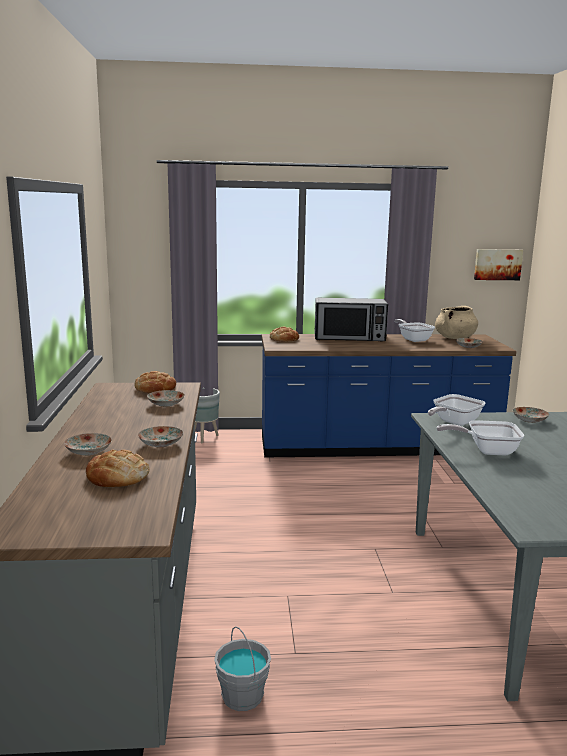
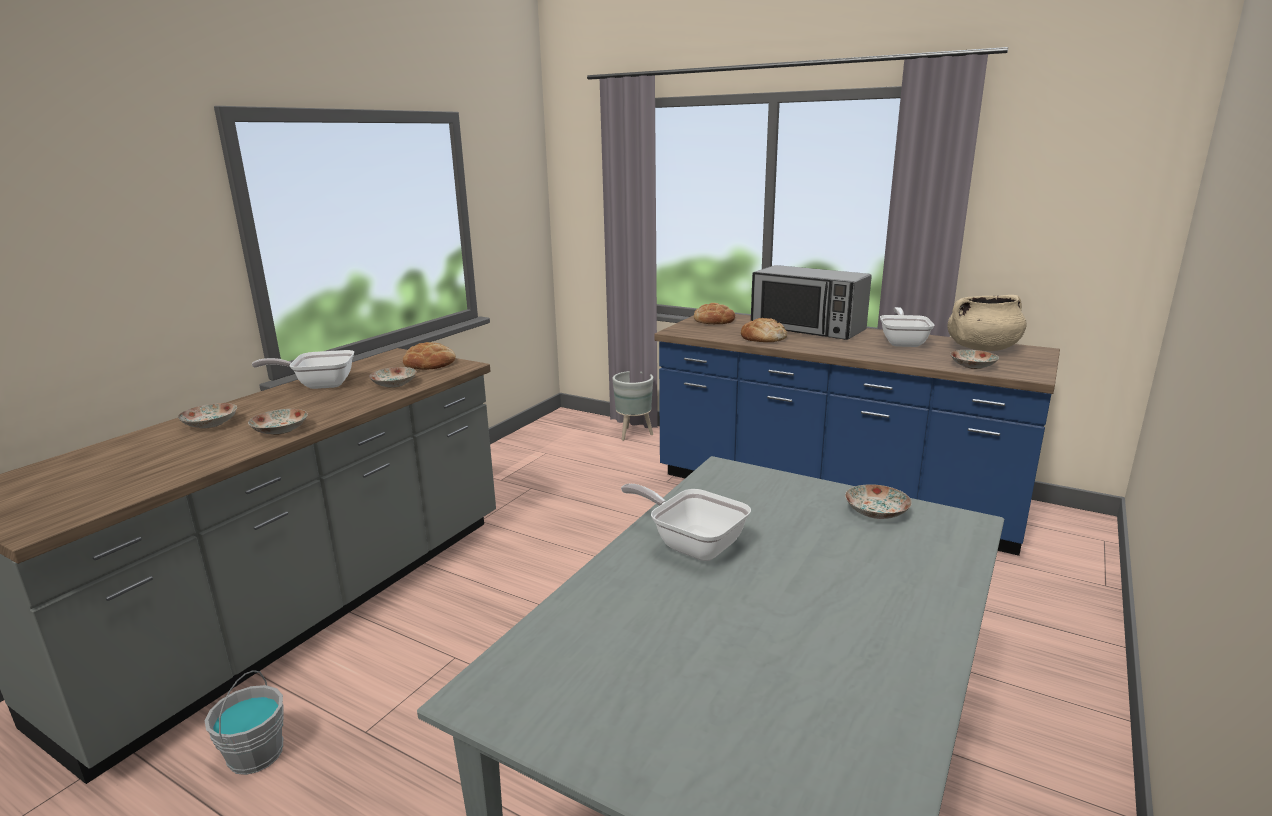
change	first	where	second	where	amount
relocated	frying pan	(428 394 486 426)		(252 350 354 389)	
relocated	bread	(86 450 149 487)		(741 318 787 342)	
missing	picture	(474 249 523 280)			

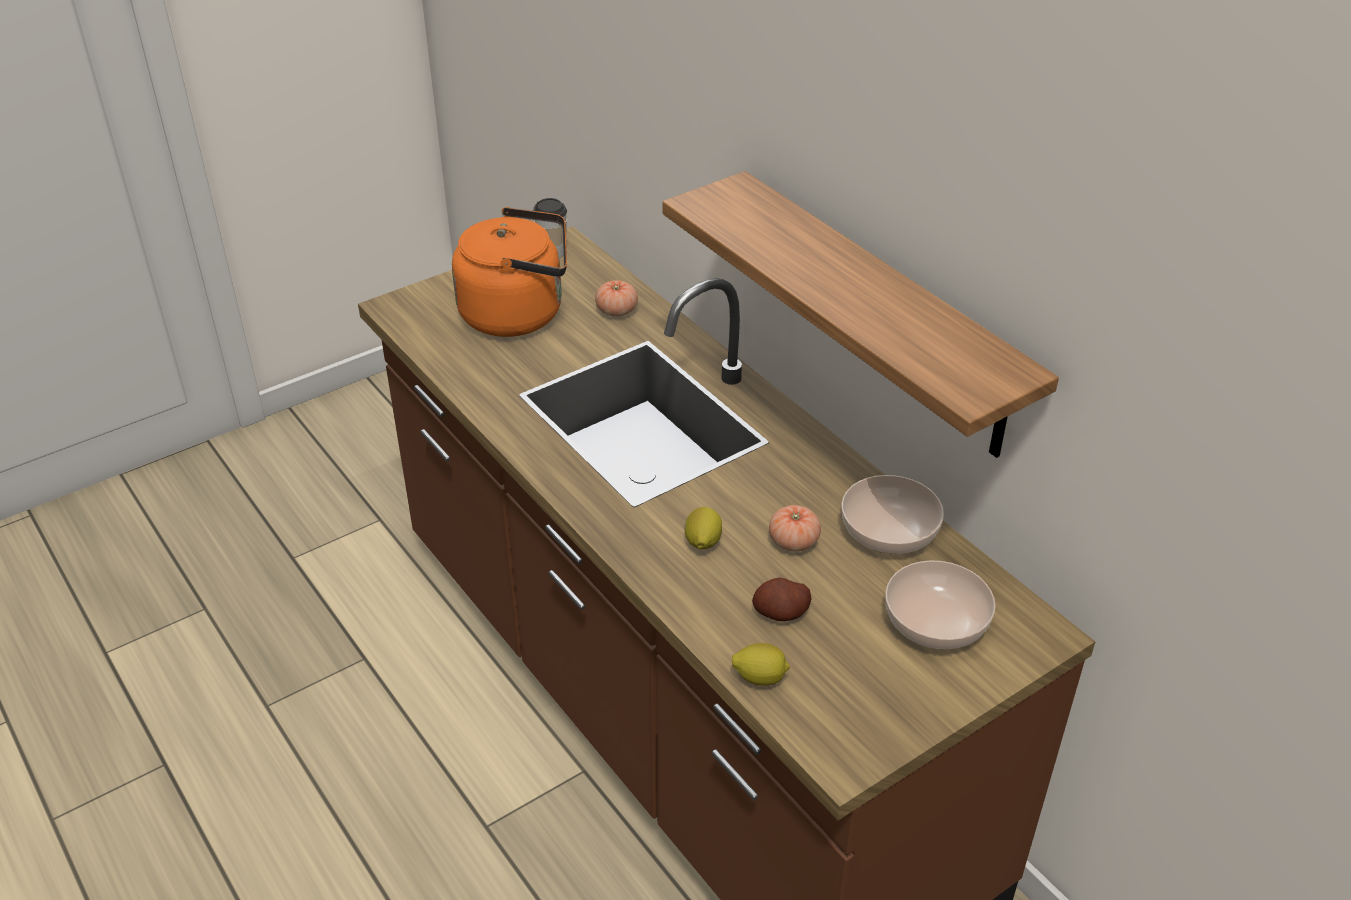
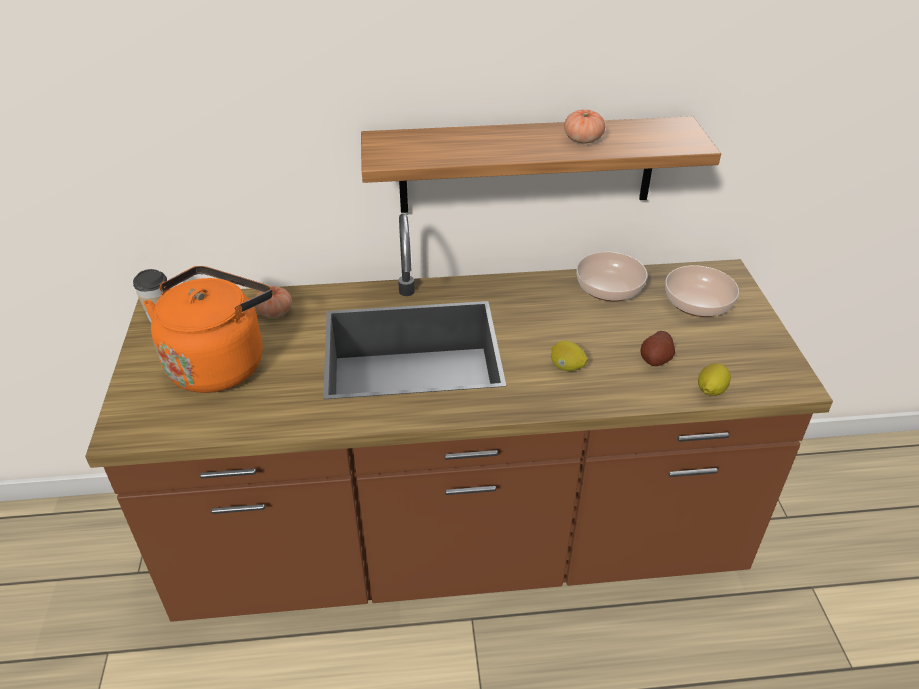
change	first	where	second	where	amount
relocated	tomato	(769 505 821 552)		(564 110 605 143)	

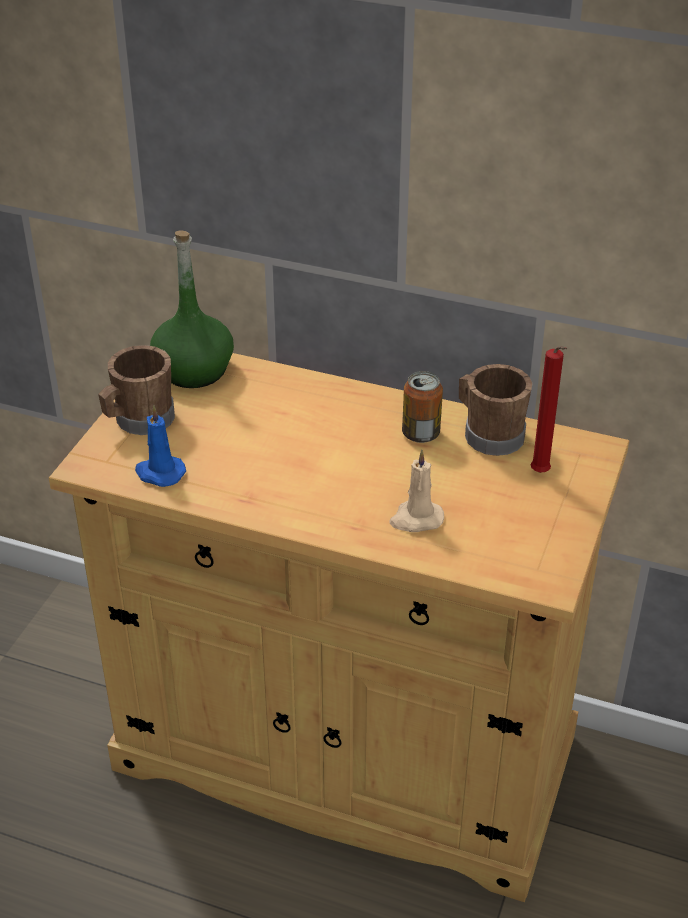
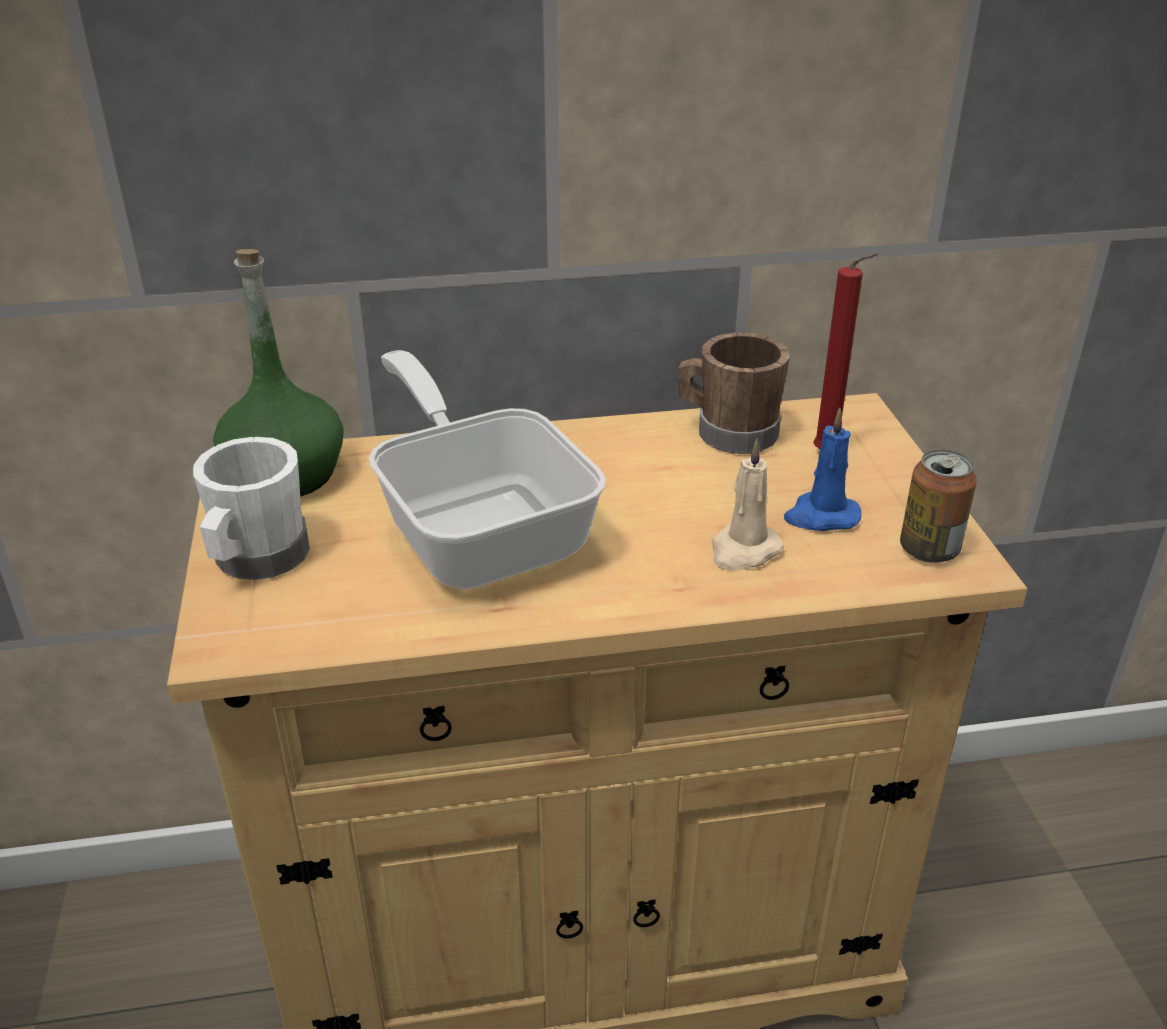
change	first	where	second	where	amount
colour	brown mug	(98 345 175 435)	white mug	(193 437 310 580)	
appeared			frying pan	(368 350 606 589)	
relocated	blue candle	(135 405 186 487)		(784 407 861 531)	
relocated	can	(402 371 443 443)		(900 449 977 563)	

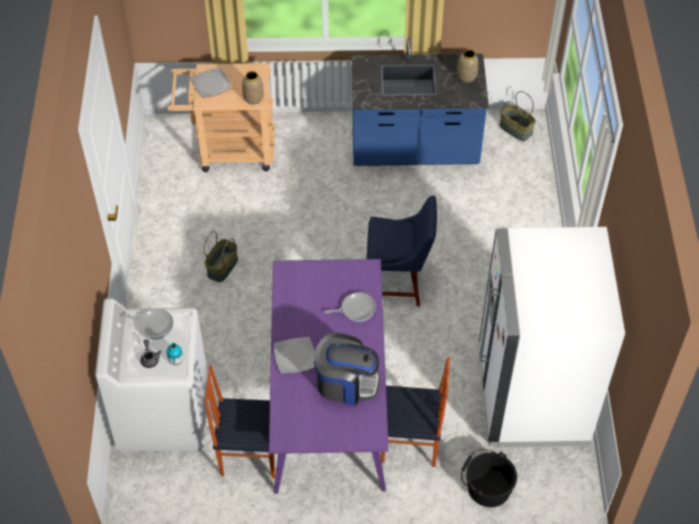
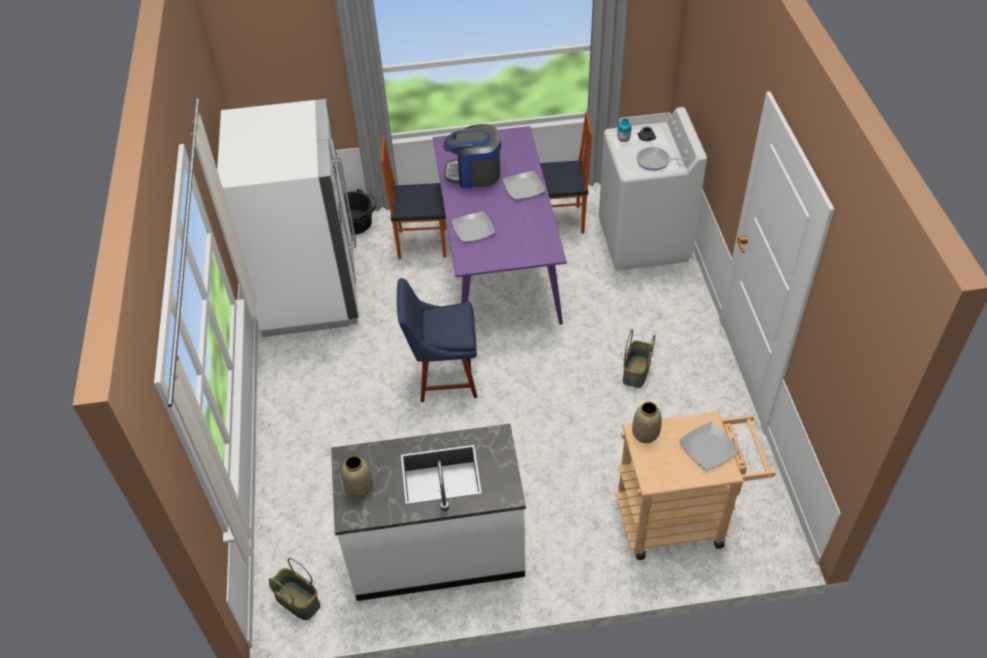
change	first	where	second	where	amount
colour	blue counter	(352 38 489 166)	white counter	(331 424 526 601)	
exchanged	frying pan	(325 292 376 322)	plate	(452 211 496 242)	

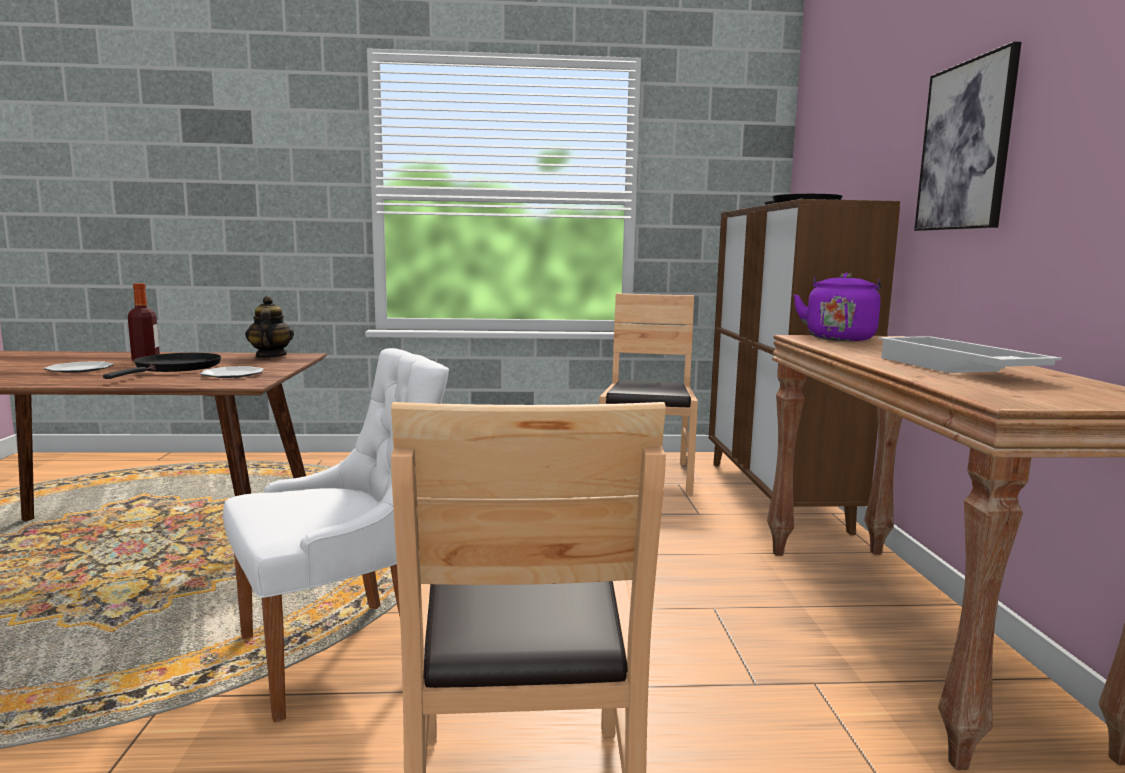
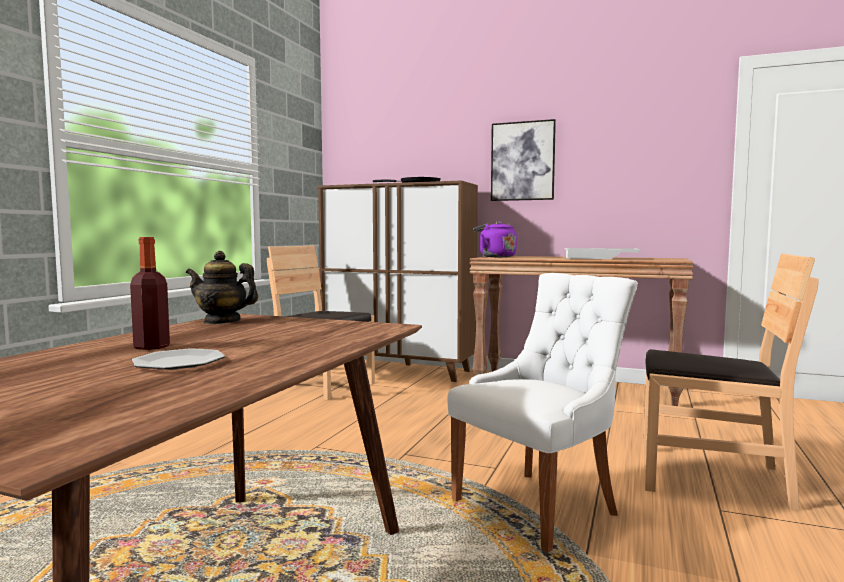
change	first	where	second	where	amount
spun	white chair	(223 348 449 722)		(447 273 638 553)	60 degrees clockwise
missing	black frying pan	(103 353 221 379)			
missing	plate	(200 366 264 378)			

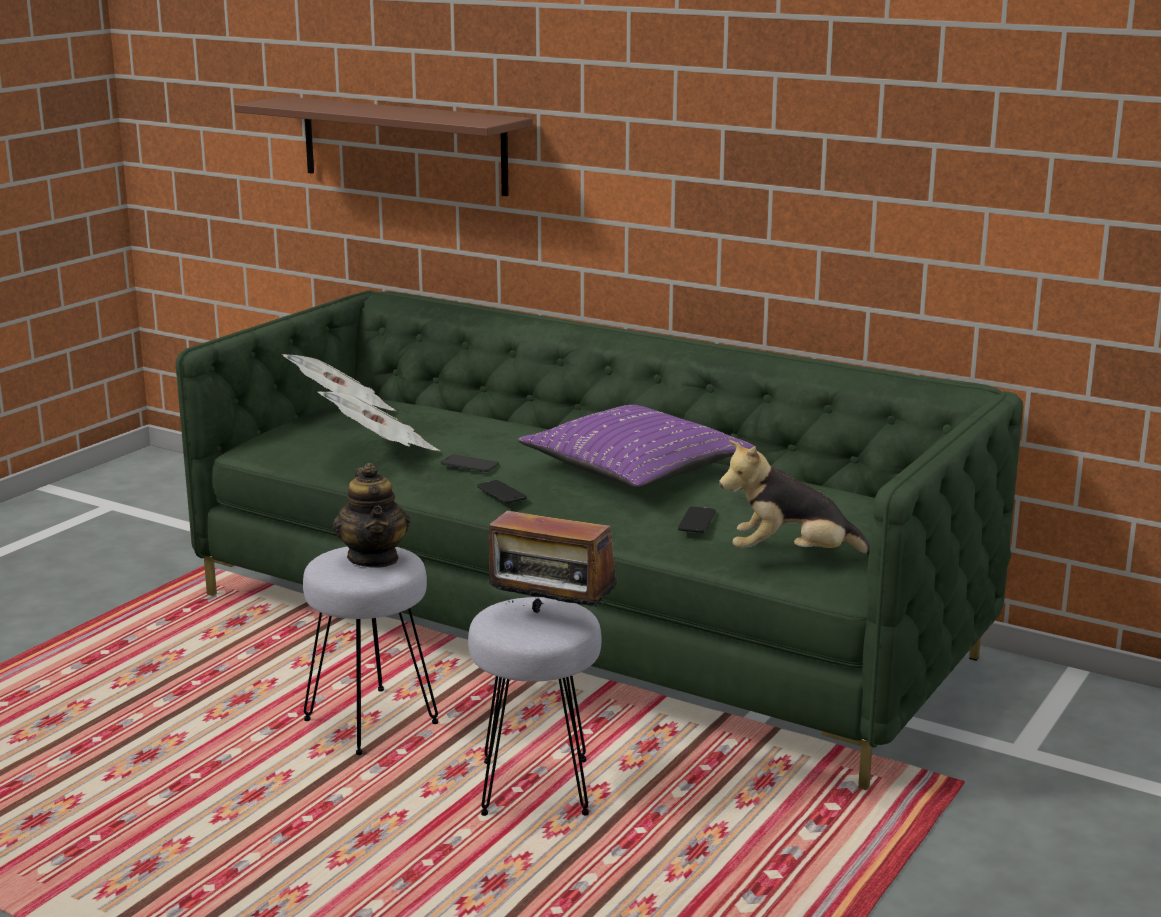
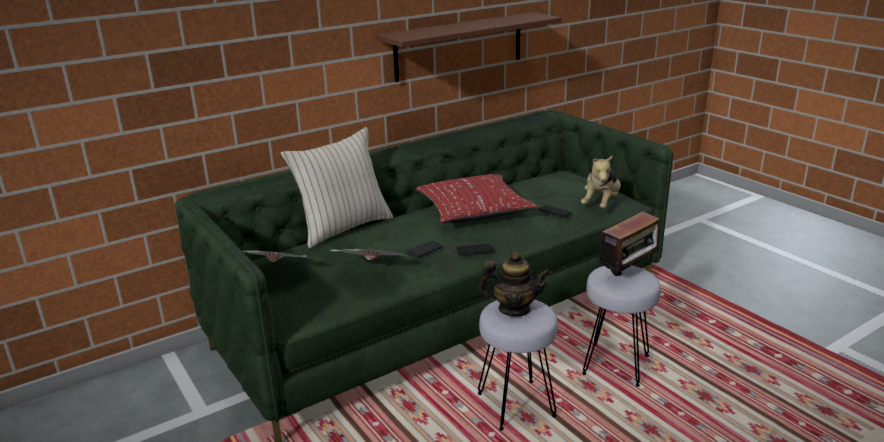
change	first	where	second	where	amount
appeared			beige pillow	(281 127 393 249)	
relocated	brown shelf	(235 96 532 196)		(376 12 562 82)	
colour	purple pillow	(518 405 754 488)	red pillow	(415 174 538 223)	

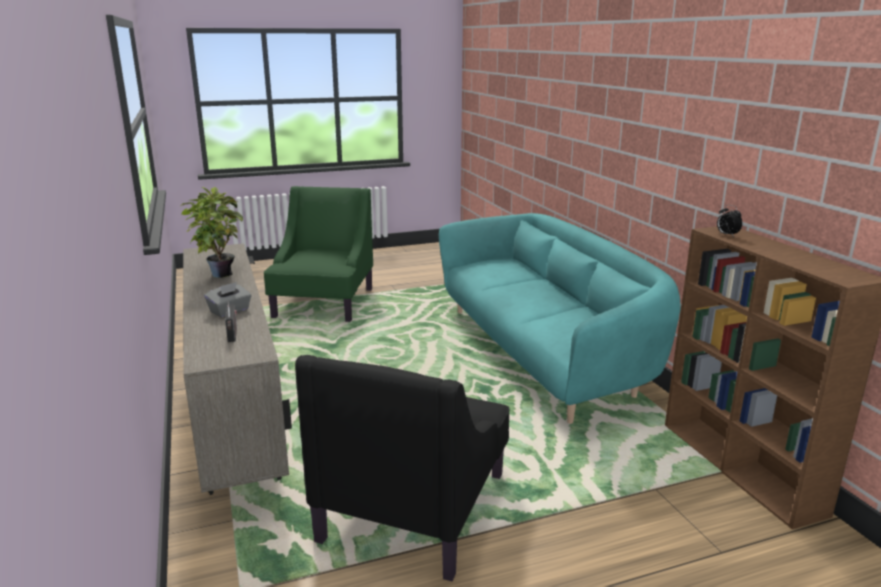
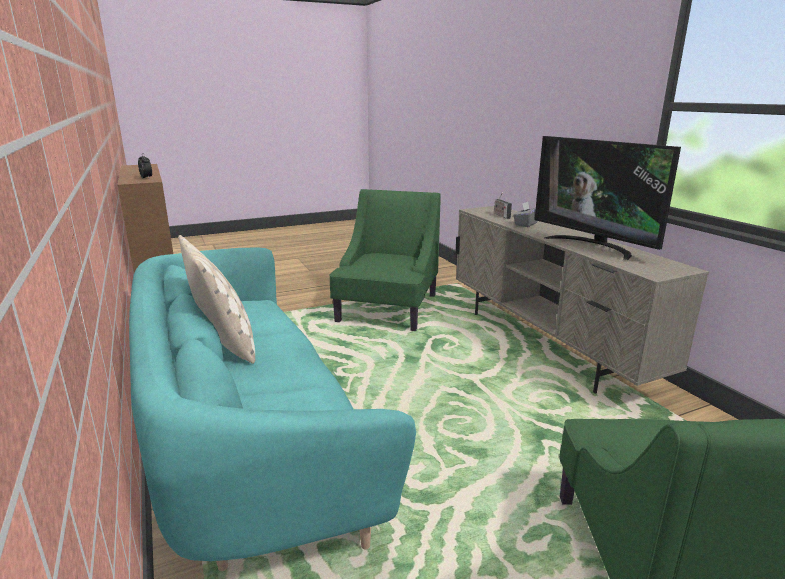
change	first	where	second	where	amount
appeared			beige pillow	(178 235 255 364)	
colour	black armchair	(295 355 509 581)	green armchair	(330 189 441 331)	
exchanged	potted plant	(181 187 243 278)	television	(535 136 681 260)	

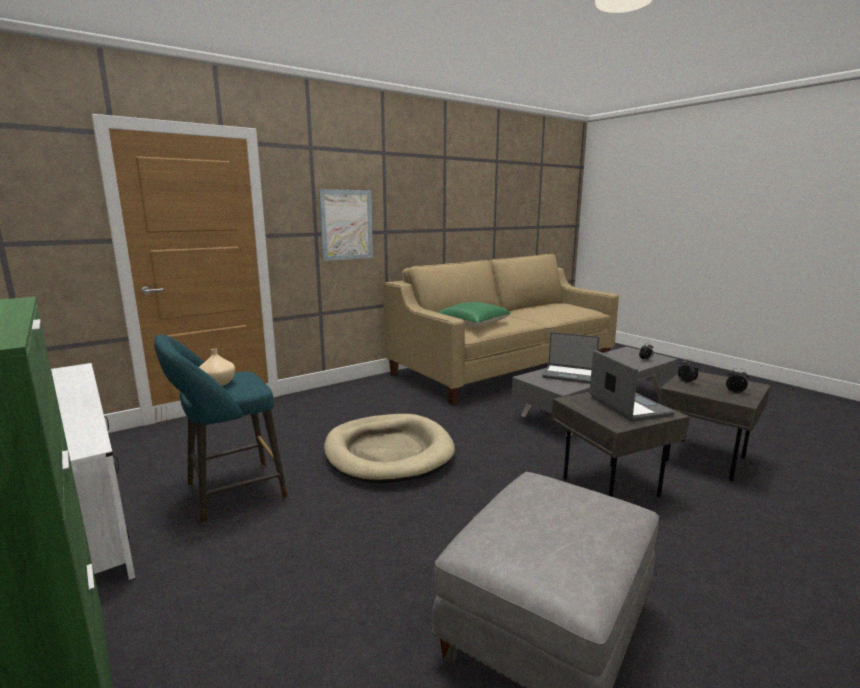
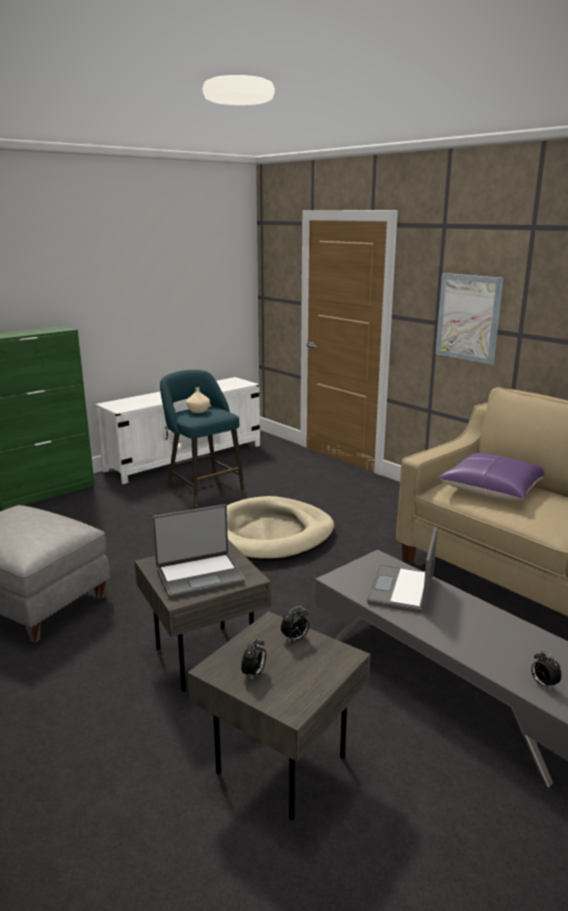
change	first	where	second	where	amount
colour	green pillow	(438 302 511 327)	purple pillow	(439 453 544 501)	

